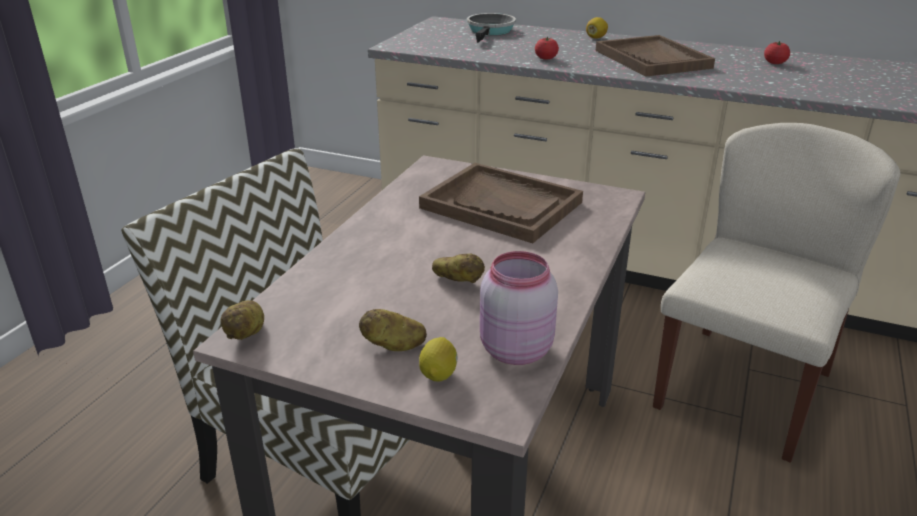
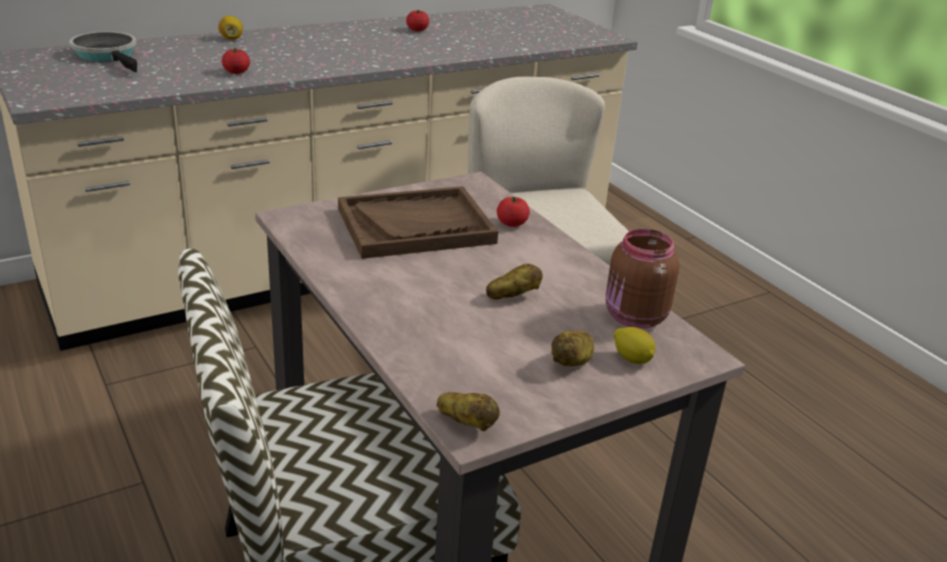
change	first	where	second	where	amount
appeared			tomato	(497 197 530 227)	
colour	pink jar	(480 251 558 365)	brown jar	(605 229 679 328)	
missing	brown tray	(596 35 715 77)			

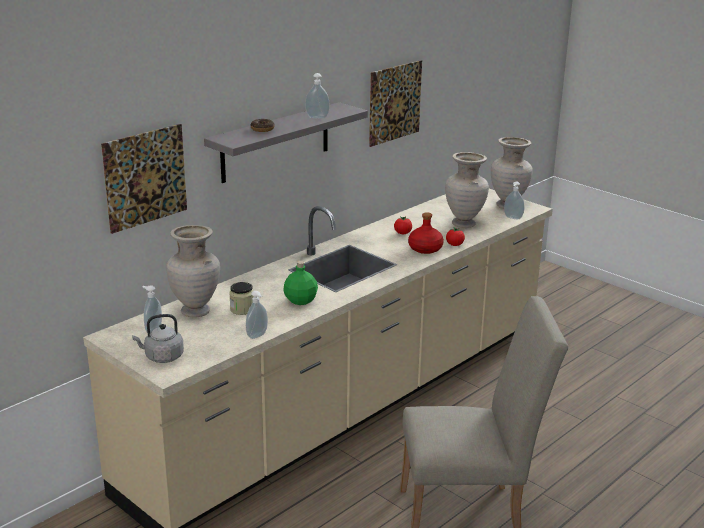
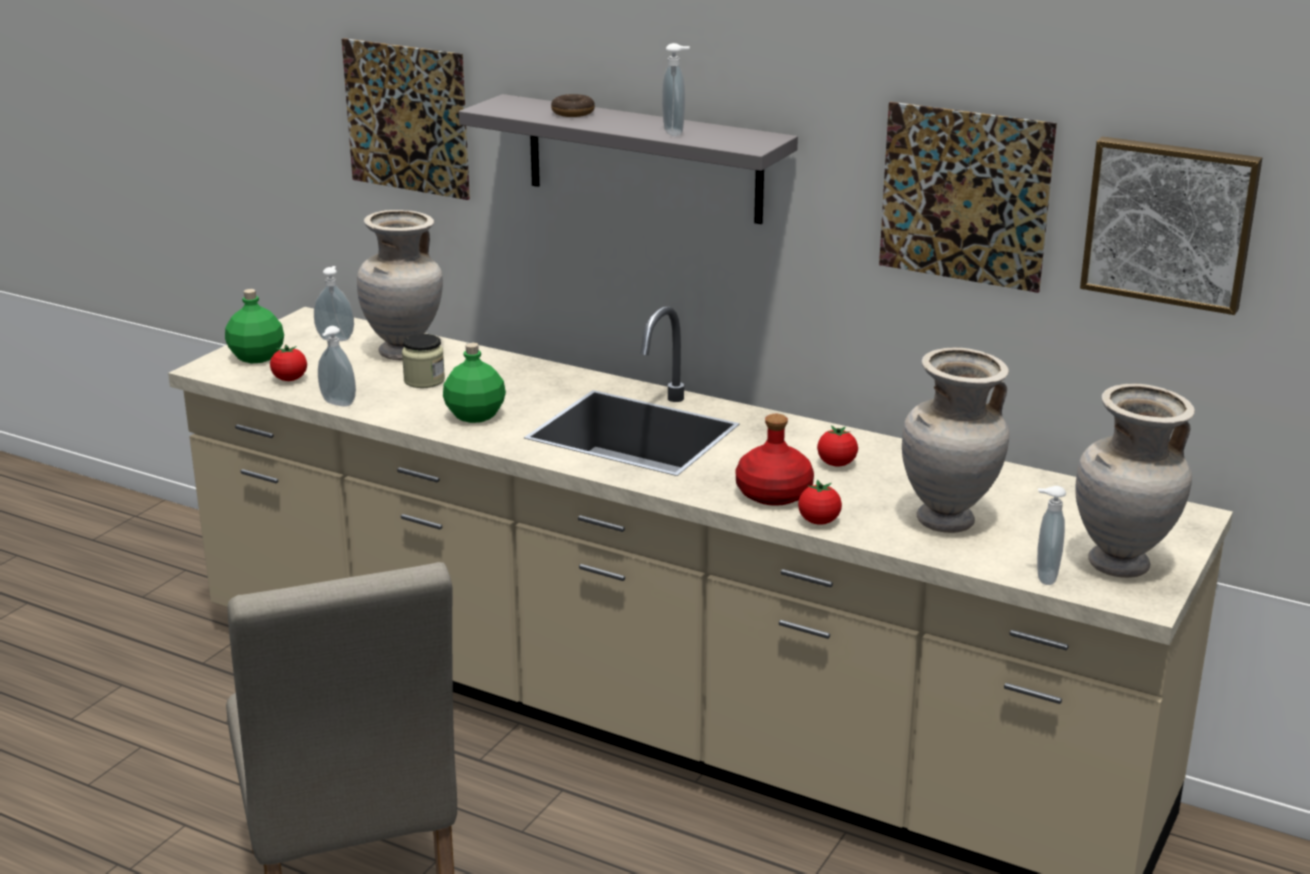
change	first	where	second	where	amount
exchanged	grey kettle	(132 314 184 363)	green bottle	(225 289 284 364)	
appeared			tomato	(270 345 307 381)	
appeared			picture	(1080 136 1262 315)	

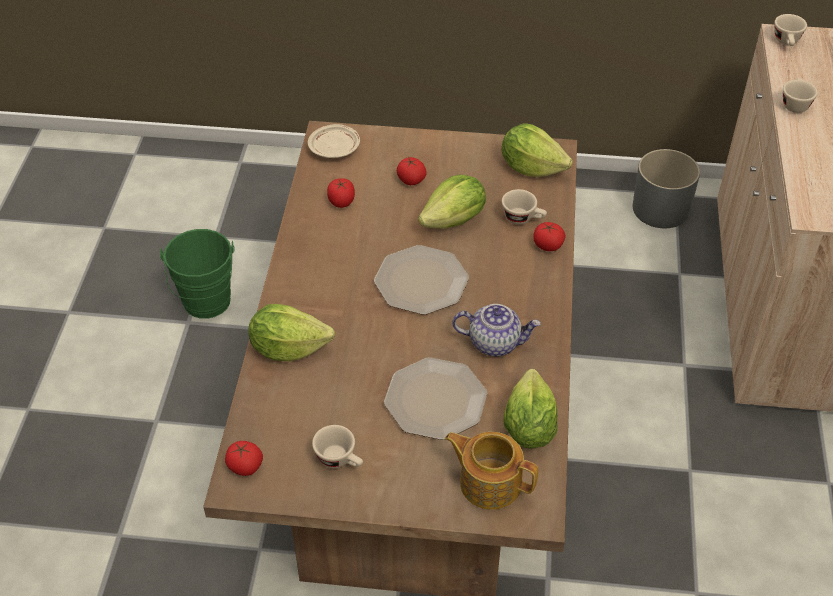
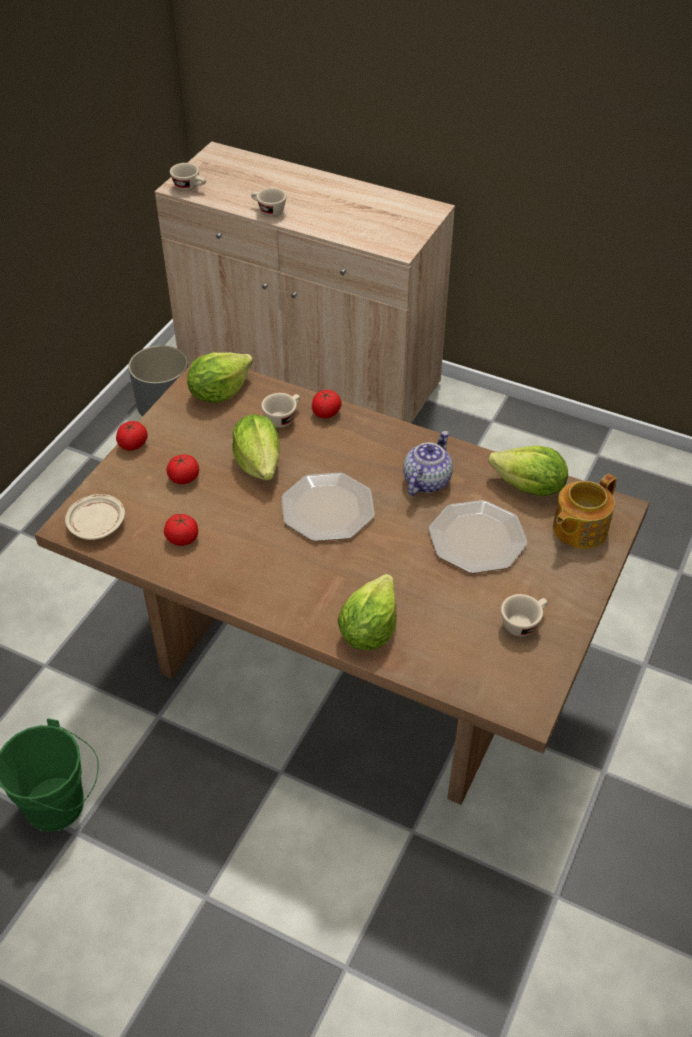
change	first	where	second	where	amount
relocated	tomato	(225 441 263 476)		(116 421 148 451)	

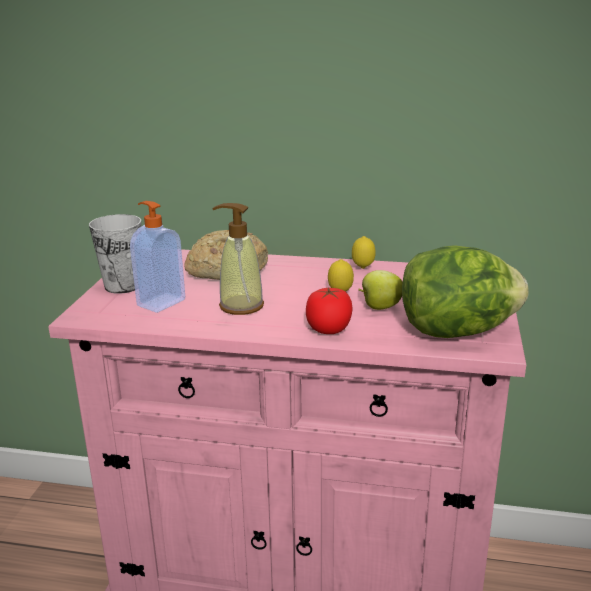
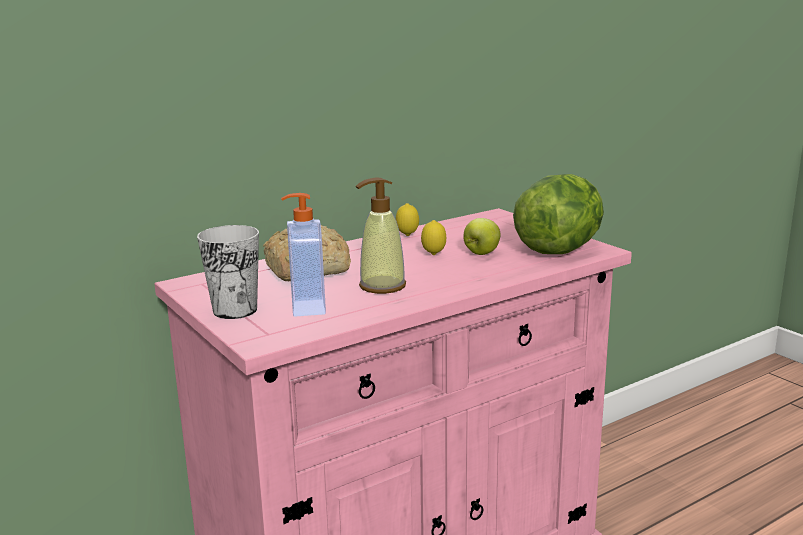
change	first	where	second	where	amount
missing	tomato	(306 287 353 334)			

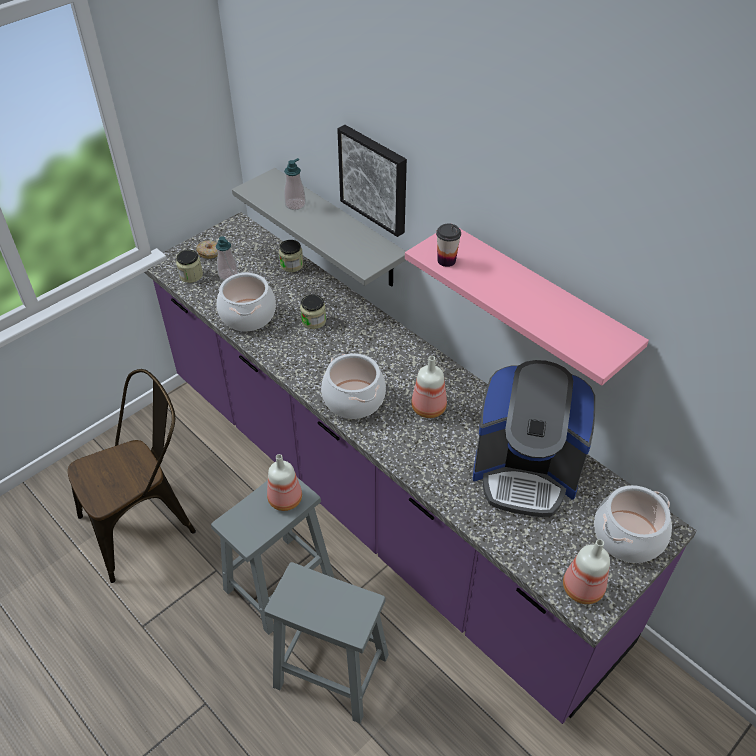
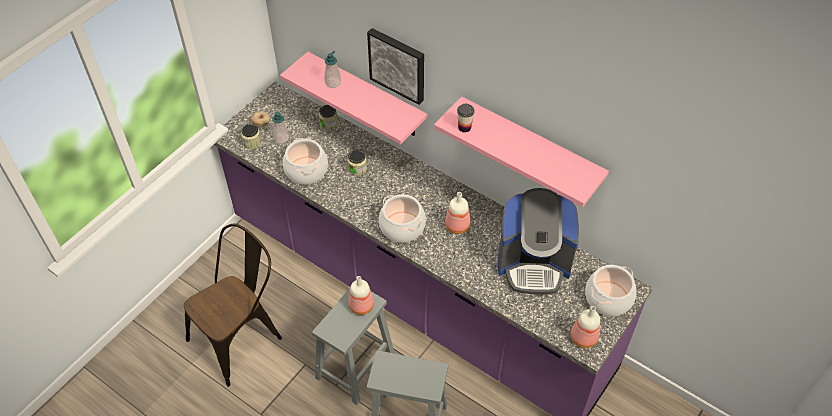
change	first	where	second	where	amount
colour	grey shelf	(232 168 406 287)	pink shelf	(280 52 427 144)	

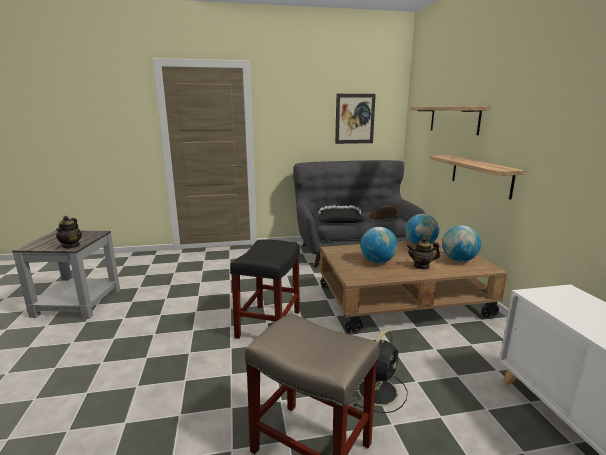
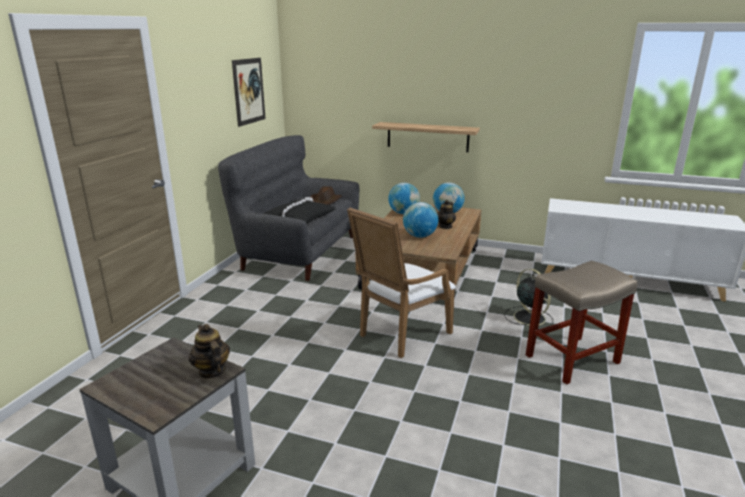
change	first	where	second	where	amount
spun	teapot	(56 216 82 248)		(189 324 230 379)	150 degrees counterclockwise
exchanged	black stool	(230 240 300 339)	white armchair	(347 207 456 358)	
missing	shelf	(410 107 489 135)			

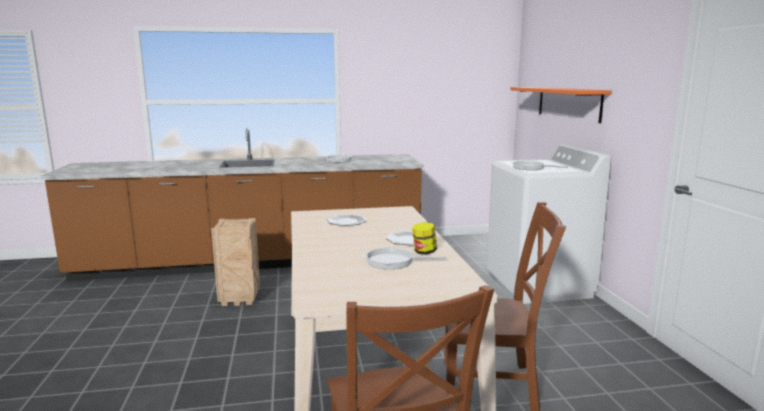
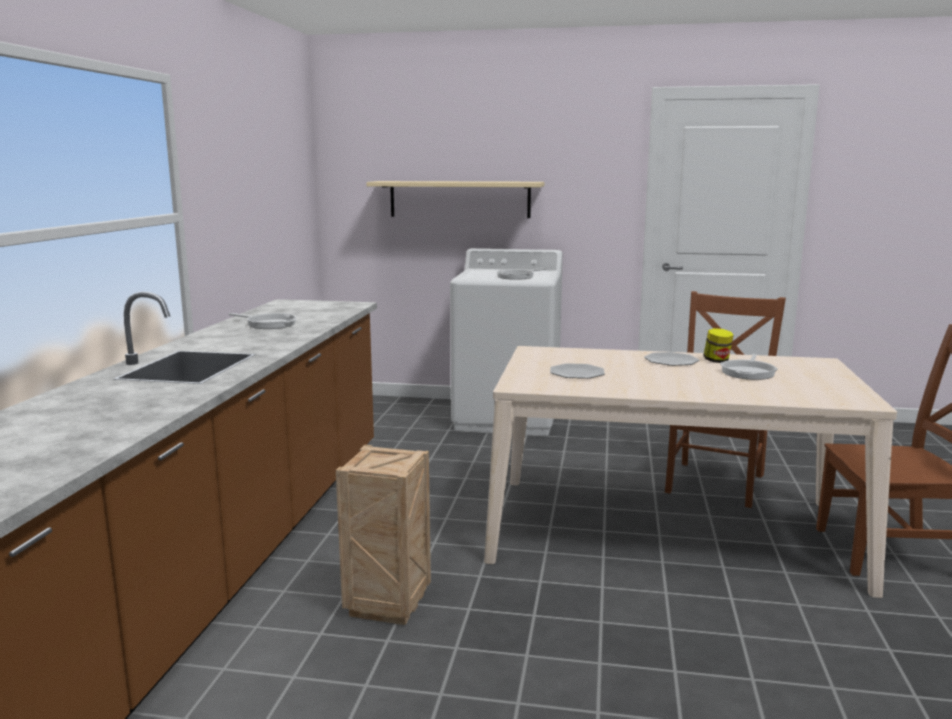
change	first	where	second	where	amount
colour	orange shelf	(510 87 612 123)	beige shelf	(366 181 544 218)	

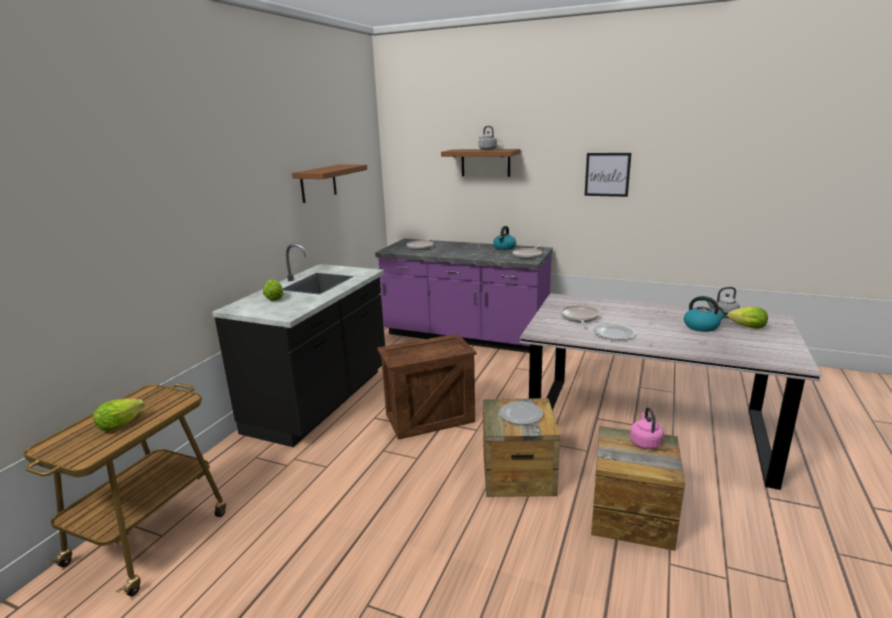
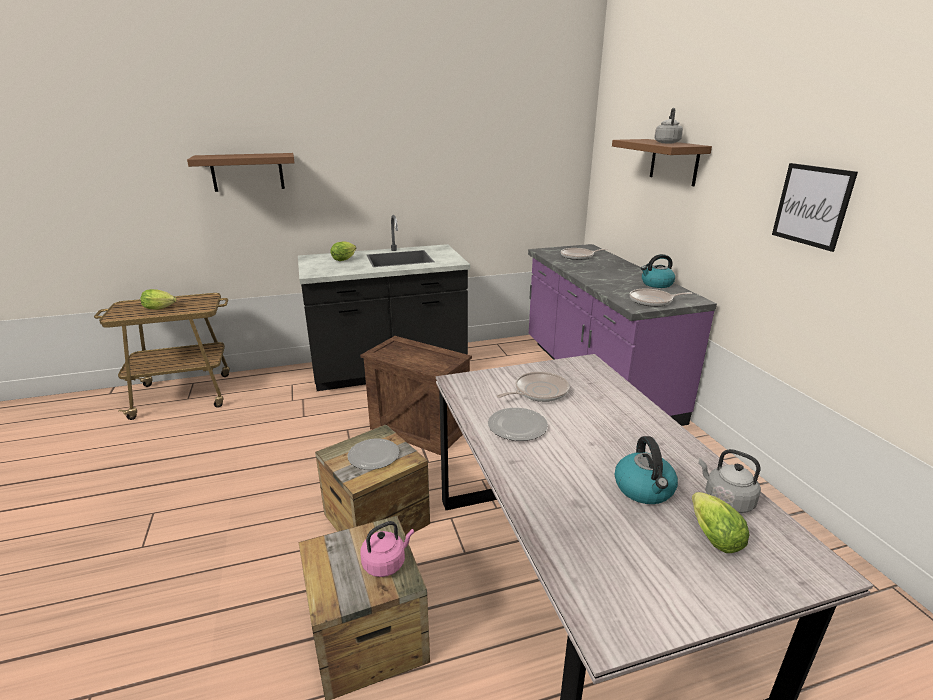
change	first	where	second	where	amount
relocated	brown shelf	(292 165 367 203)		(187 153 295 192)	

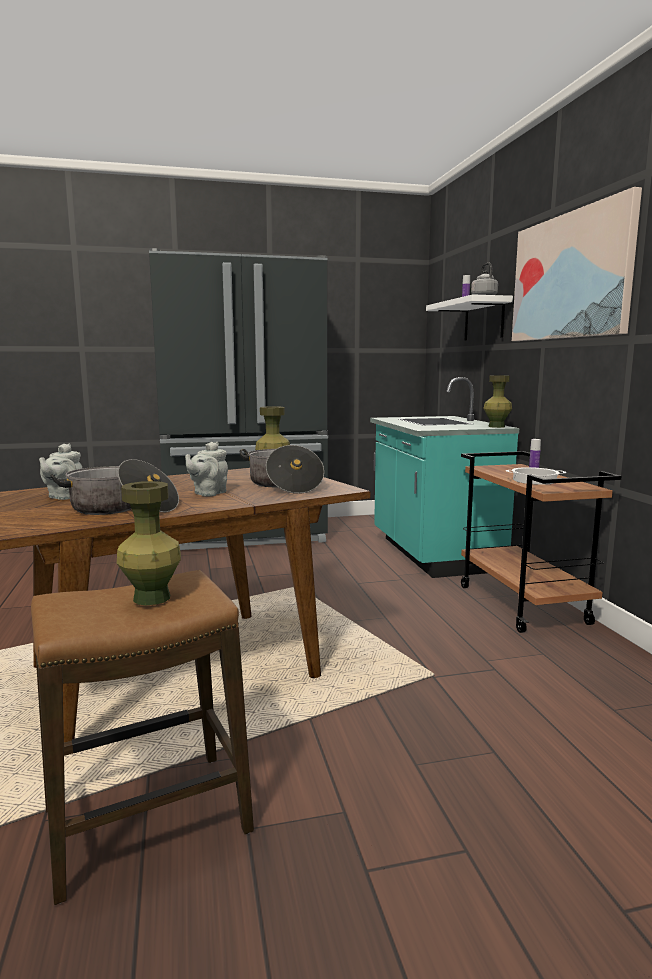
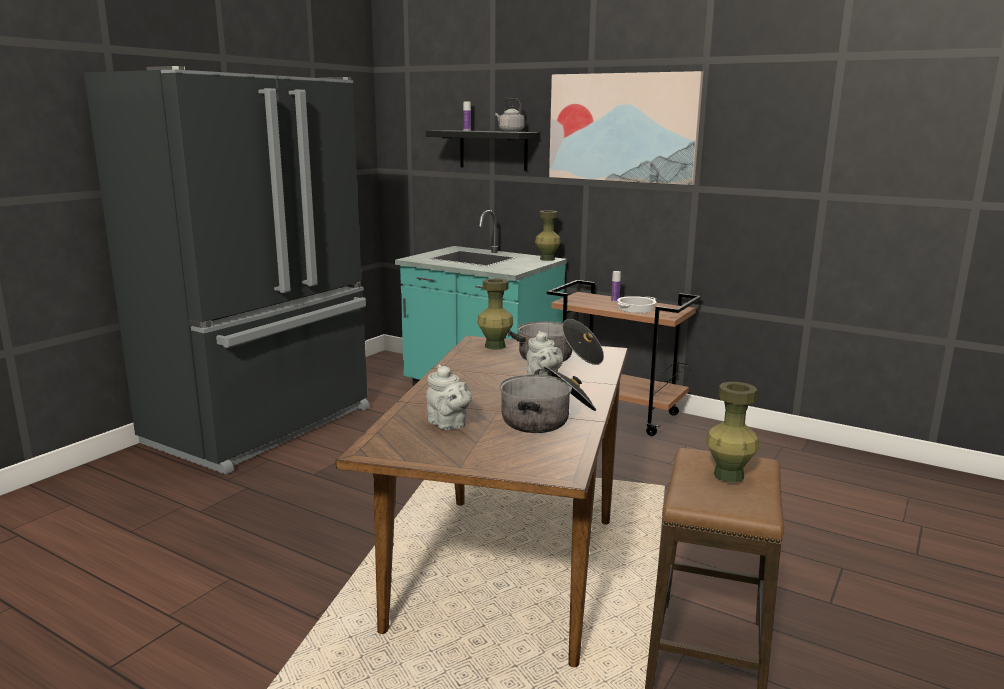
change	first	where	second	where	amount
colour	white shelf	(426 294 513 341)	black shelf	(426 130 540 171)	

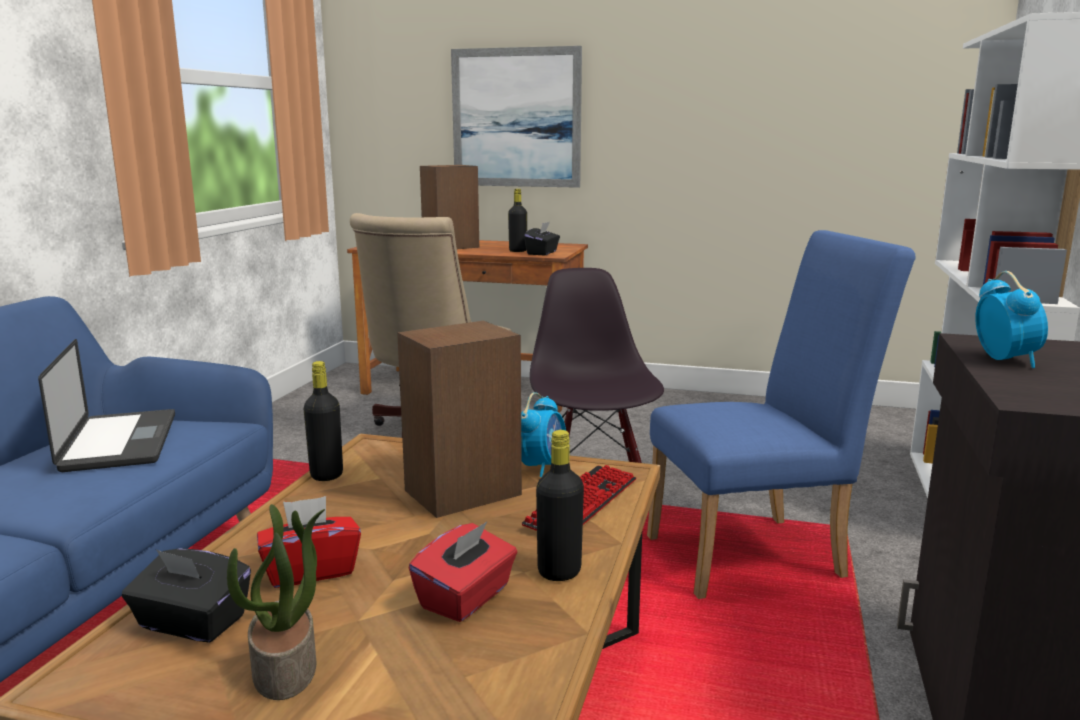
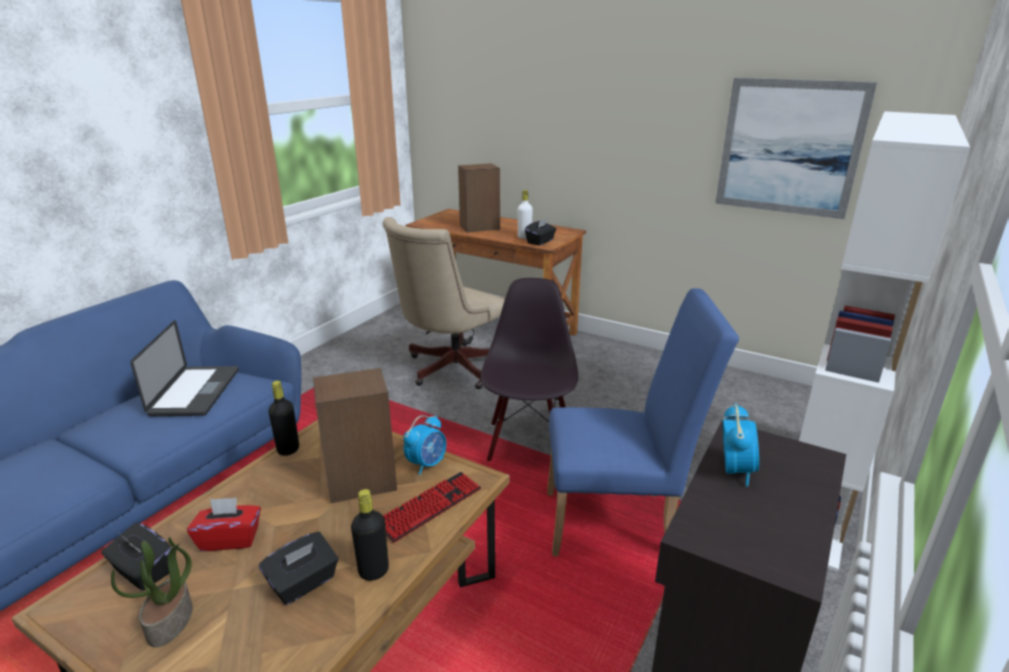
change	first	where	second	where	amount
colour	red tissue box	(408 522 517 622)	black tissue box	(259 532 338 605)	
colour	black bottle	(508 189 527 252)	white bottle	(518 190 533 239)	
relocated	picture	(451 46 582 188)		(716 78 877 219)	

